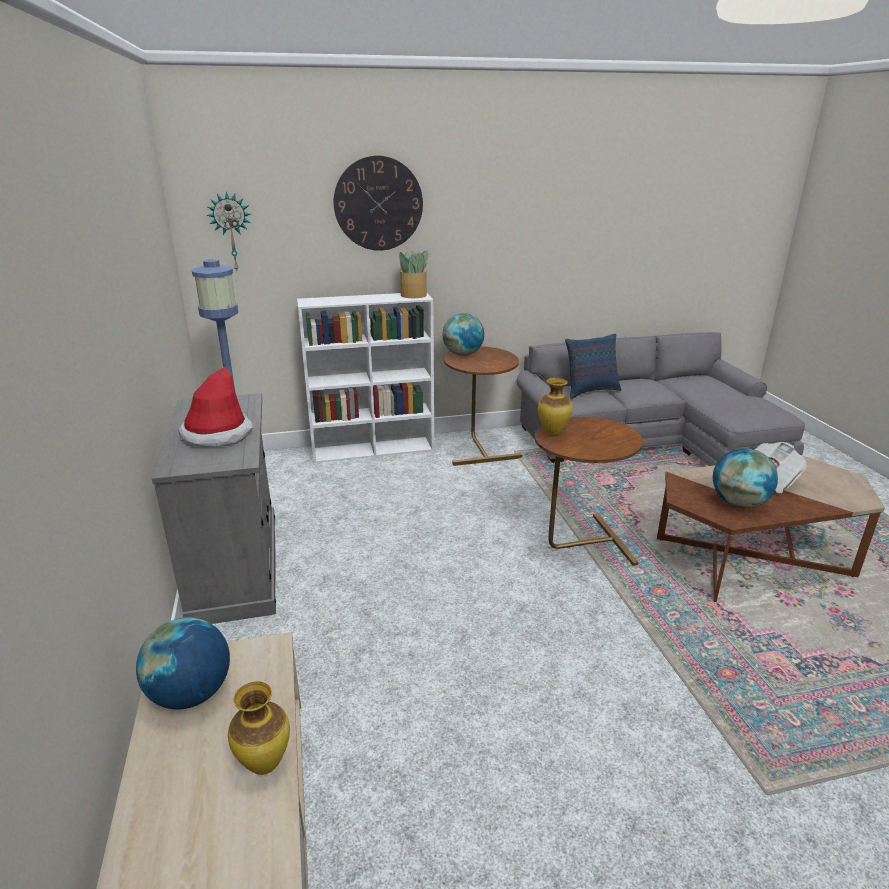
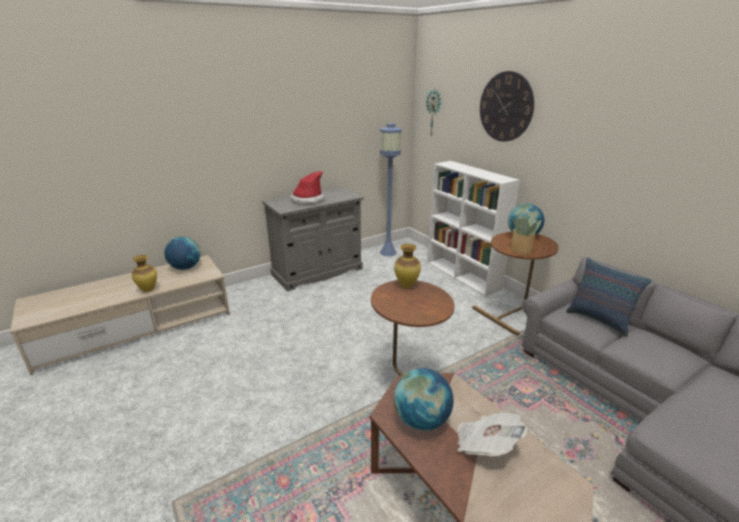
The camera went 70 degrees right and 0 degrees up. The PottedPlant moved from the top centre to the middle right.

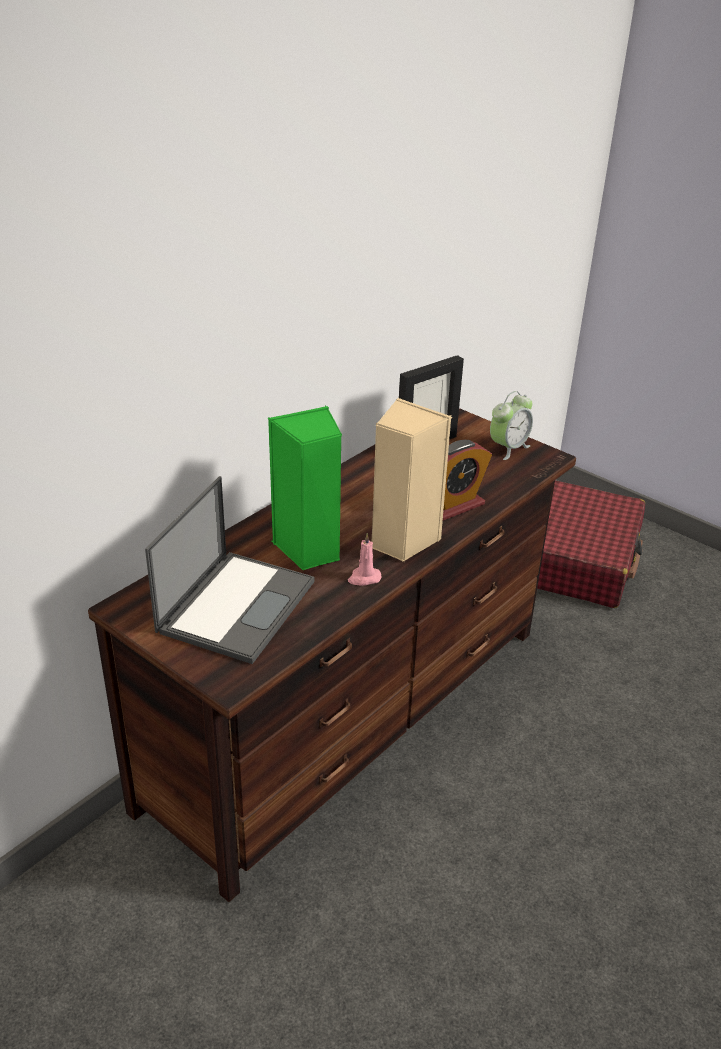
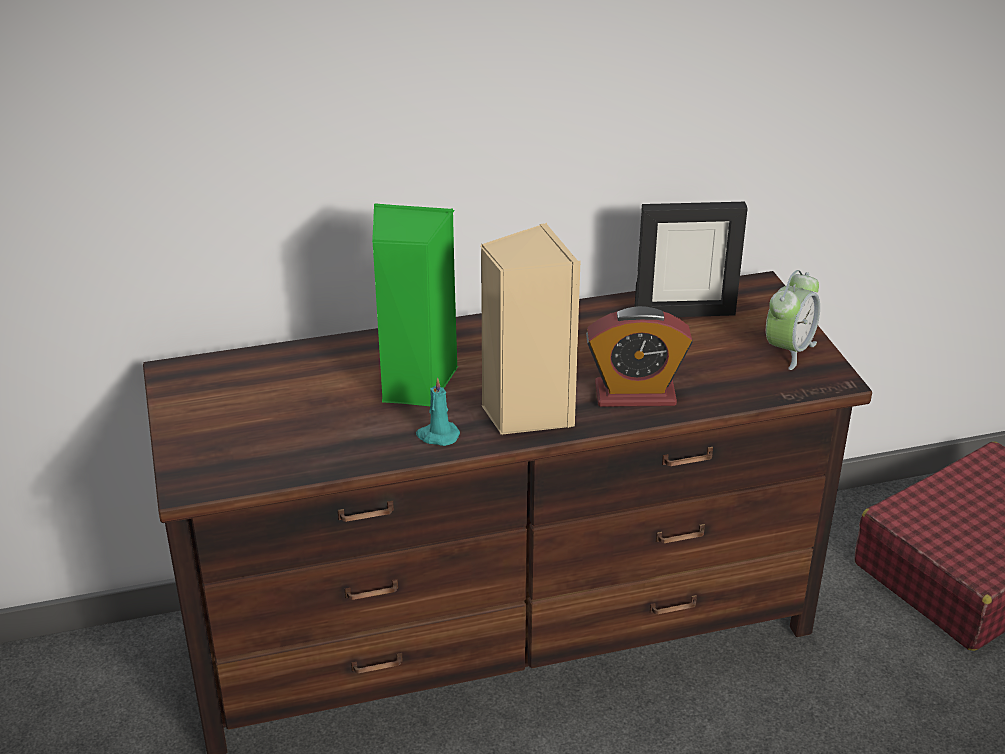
The camera went 35 degrees right and 0 degrees up. The Laptop at the middle left disappeared. The PinkCandle at the centre became the TurquoiseCandle at the centre. The AlarmClock (2nd from left) at the middle right turned 45 degrees counterclockwise.

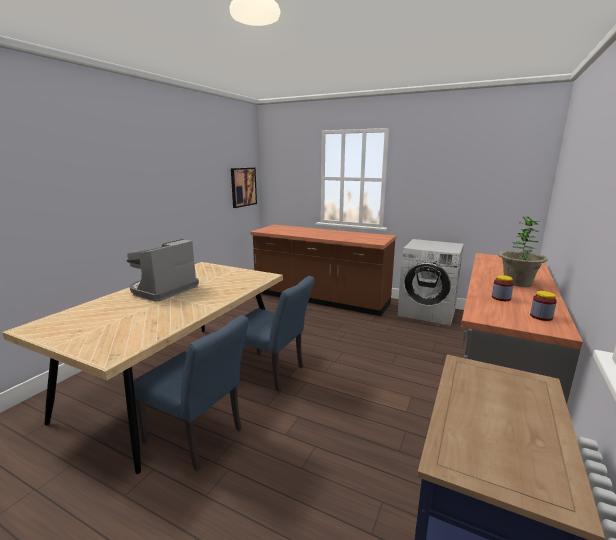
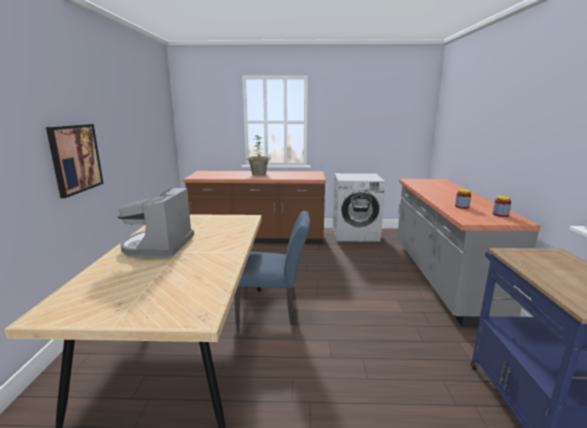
The camera went 25 degrees left and 0 degrees up. The BlueChair (1st from left) at the bottom left disappeared. The Picture moved from the centre to the middle left. The PottedPlant moved from the middle right to the centre.

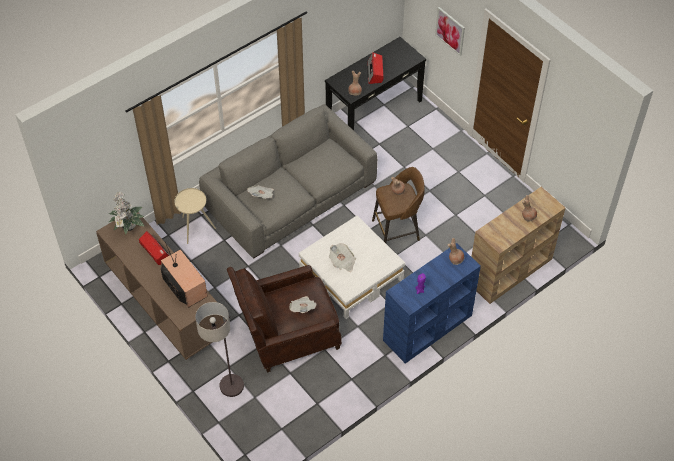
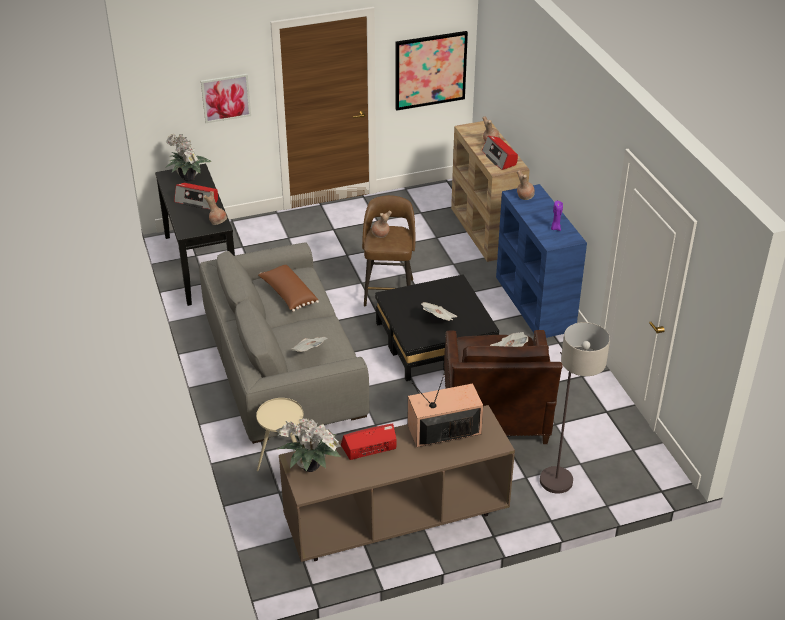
The camera went 70 degrees left and 15 degrees down. The WhiteCoffeeTable at the centre became the BlackCoffeeTable at the centre. The PottedPlant (1st from left) at the top left appeared. The BrownPillow at the centre appeared. The Picture (2nd from left) at the top centre appeared. The Radio (3rd from left) at the top centre appeared.

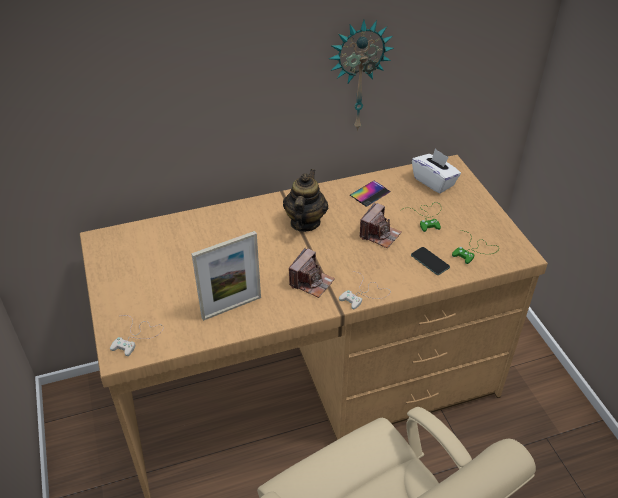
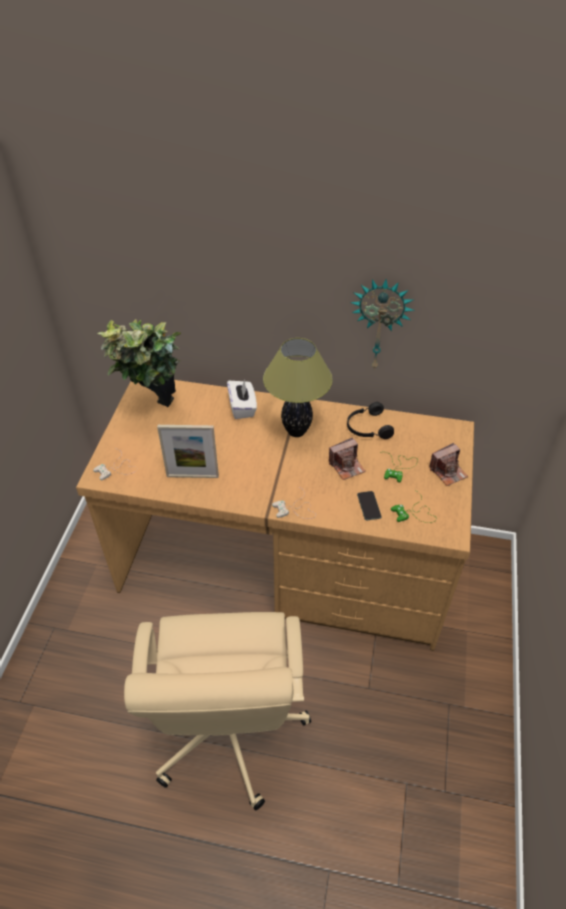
The camera went 30 degrees right and 5 degrees up. The Teapot at the centre was replaced by the TableLamp at the centre. The PhotoCamera (1st from left in the first image) moved from the centre to the middle right. The Phone (1st from left) at the centre was replaced by the BlackHeadphones at the centre. The WhiteTissueBox moved from the middle right to the centre. The PottedPlant at the middle left appeared.

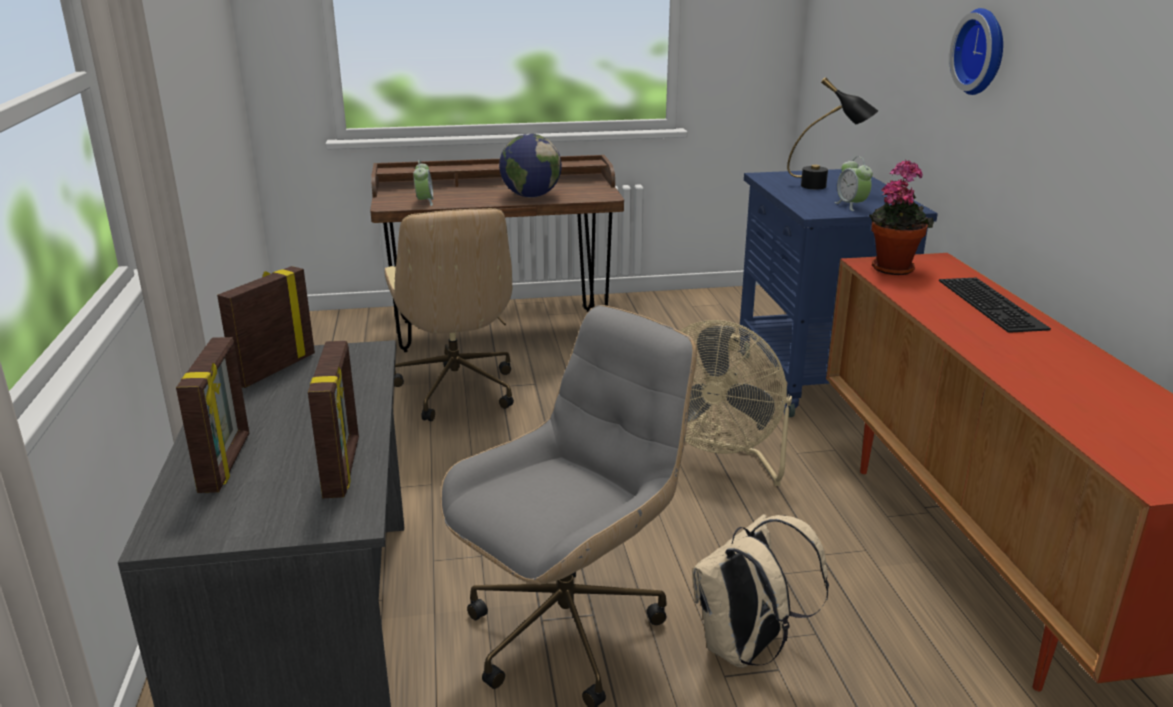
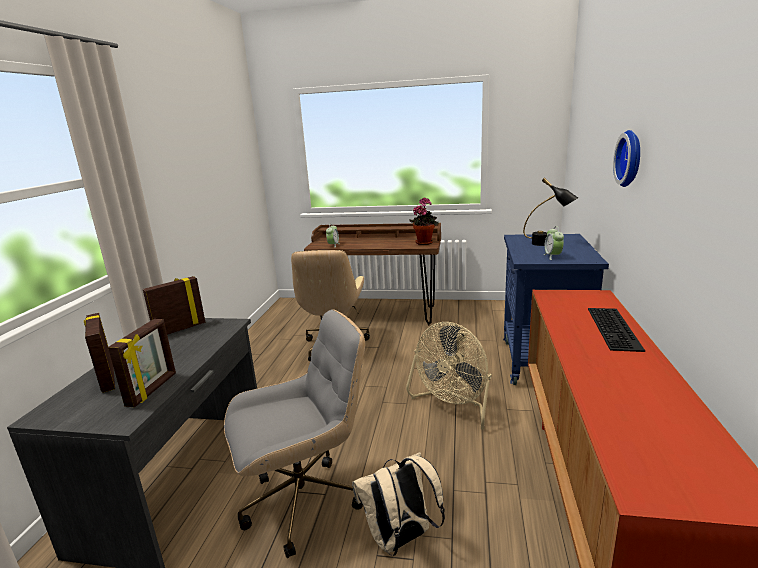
The camera went 20 degrees right and 5 degrees down. The PictureFrame (1st from left) at the middle left turned 135 degrees clockwise. The Globe at the top centre disappeared. The PottedPlant moved from the top right to the centre.

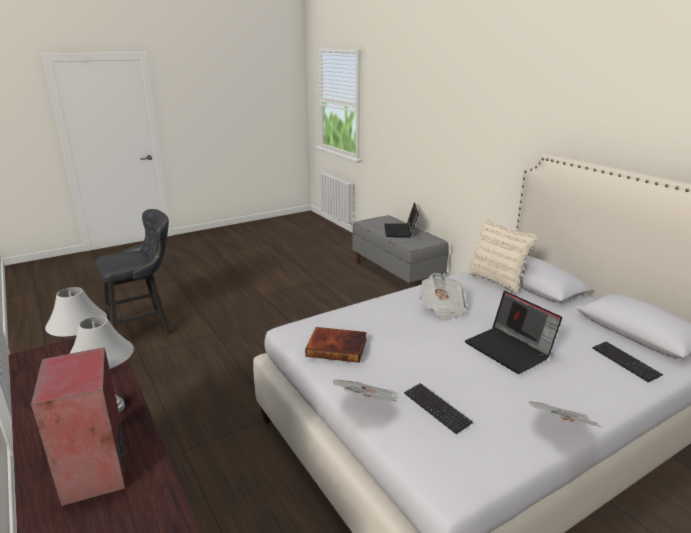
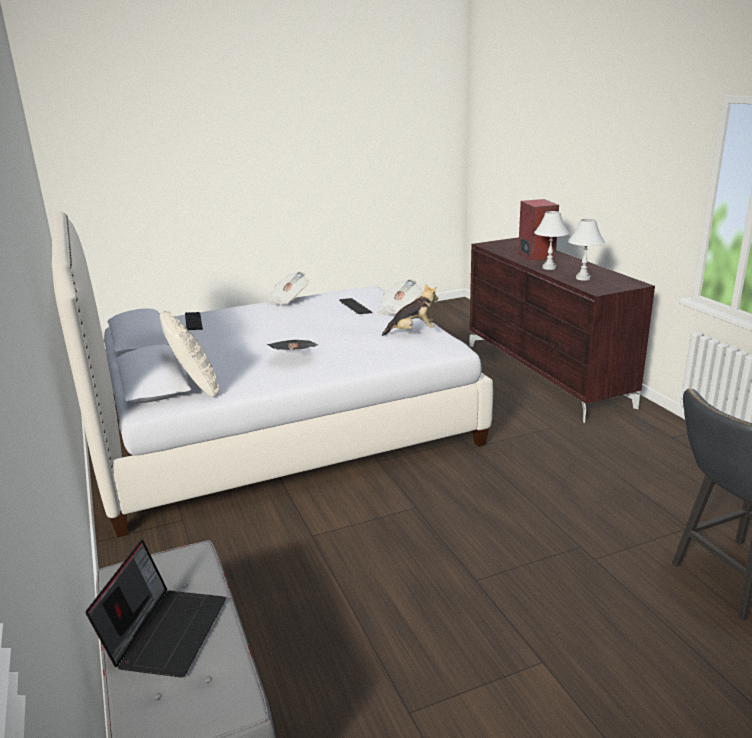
The camera went 170 degrees left and 0 degrees up. The Book at the centre was replaced by the PlushToy at the centre. The Laptop (2nd from left) at the middle right disappeared.

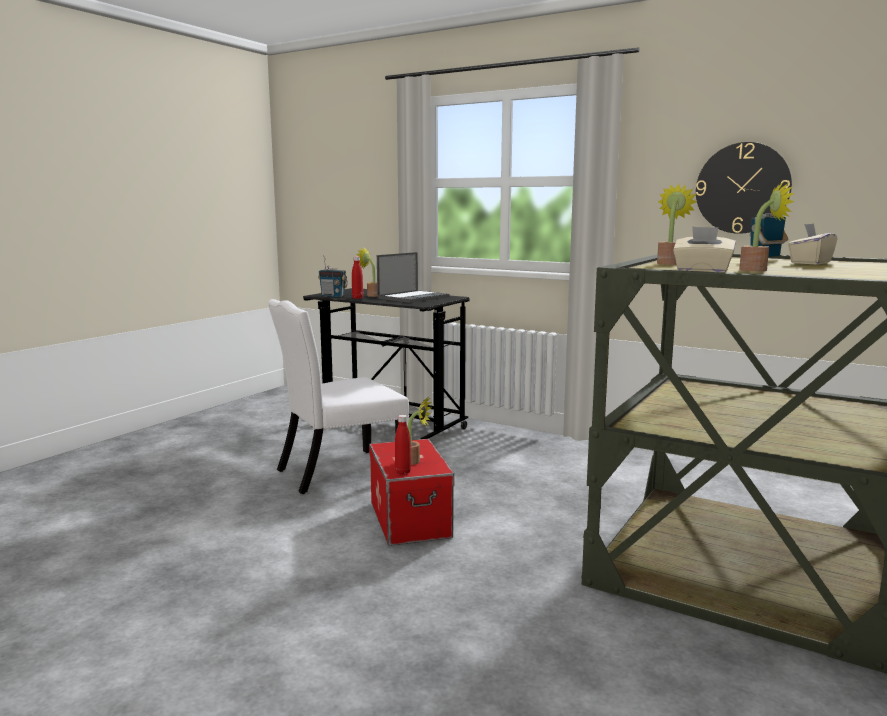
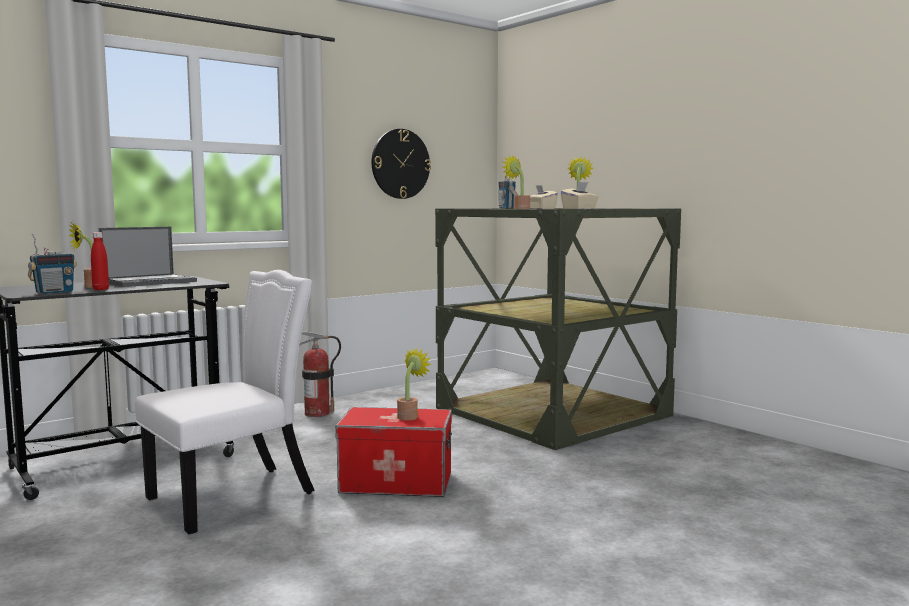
The camera went 70 degrees left and 5 degrees down. The WhiteChair at the centre turned 120 degrees counterclockwise. The Laptop at the centre turned 75 degrees clockwise. The RedBottle (2nd from left) at the centre disappeared. The FireExtinguisher at the centre appeared.

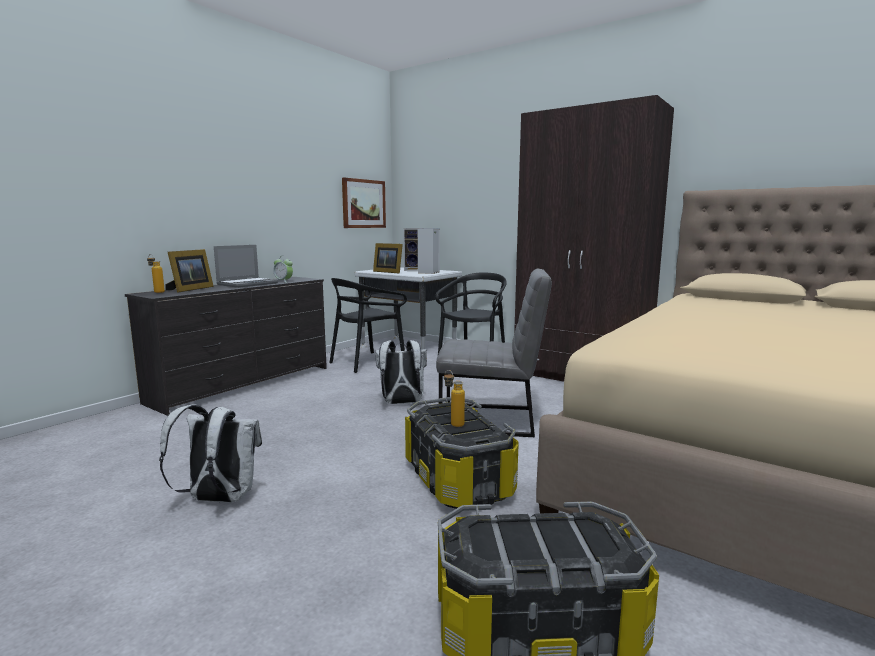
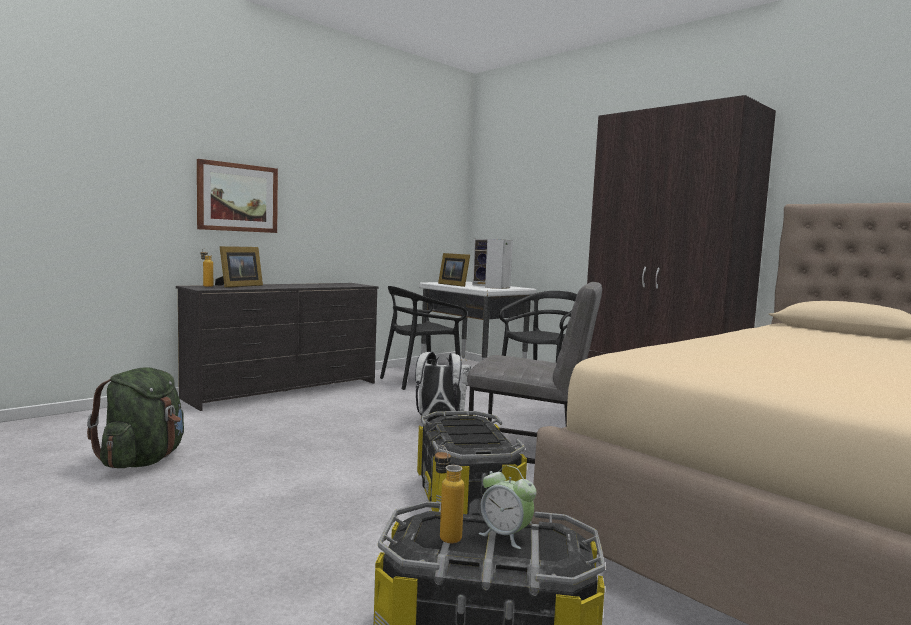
The camera went 10 degrees right and 5 degrees down. The WhiteBackpack (1st from left) at the bottom left disappeared. The Laptop at the middle left disappeared. The AlarmClock moved from the middle left to the bottom centre. The Picture moved from the top centre to the top left. The Bottle (2nd from left) moved from the centre to the bottom centre. The GreenBackpack at the bottom left appeared.

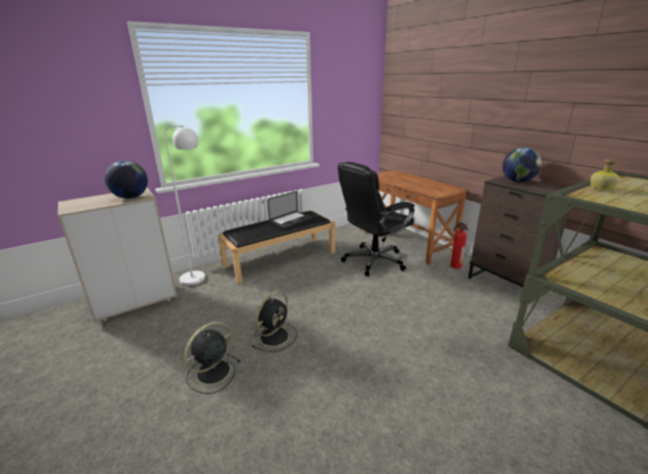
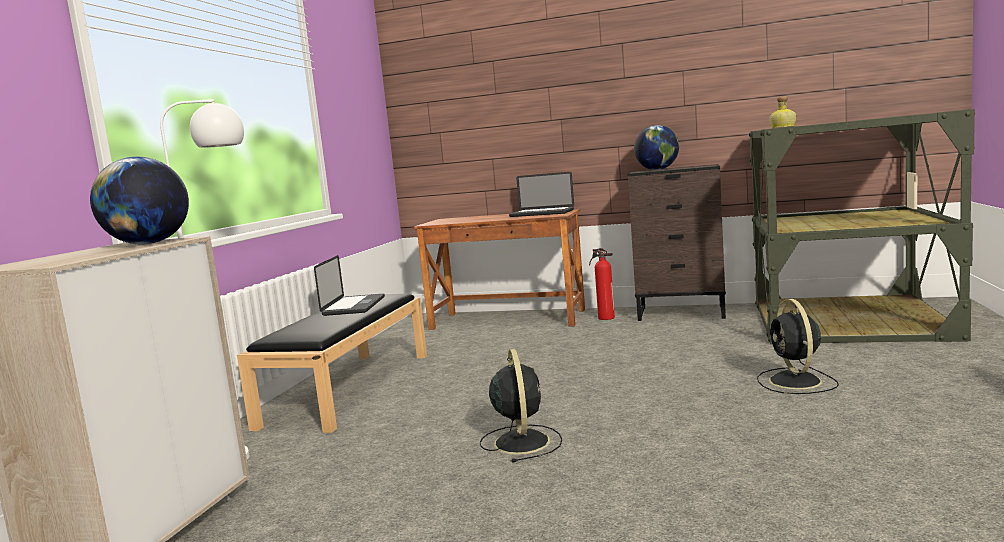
The camera went 40 degrees left and 15 degrees down. The BlackFan (1st from left in the first image) moved from the bottom left to the middle right. The BlackOfficeChair at the centre disappeared. The Laptop (2nd from left) at the centre appeared.

